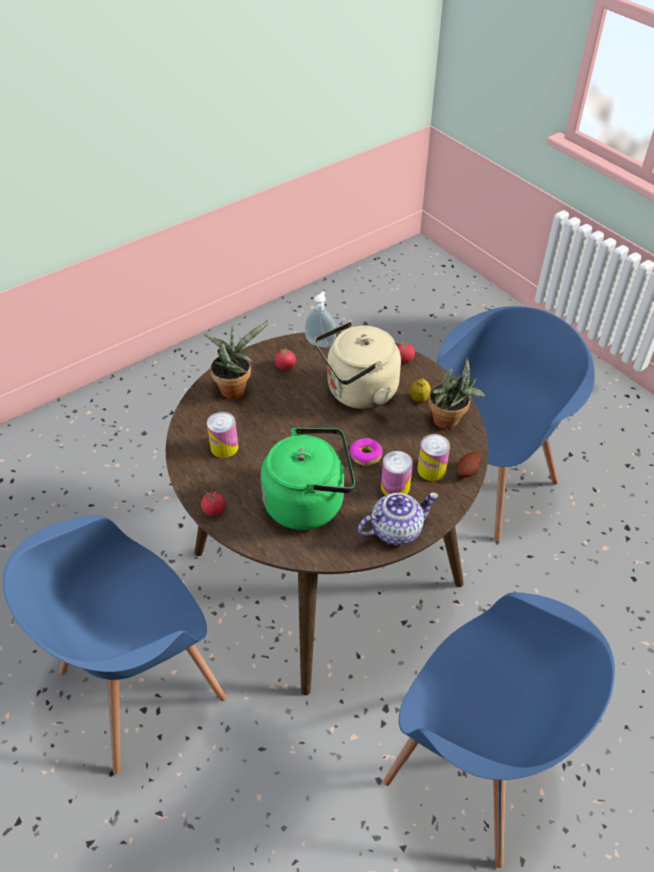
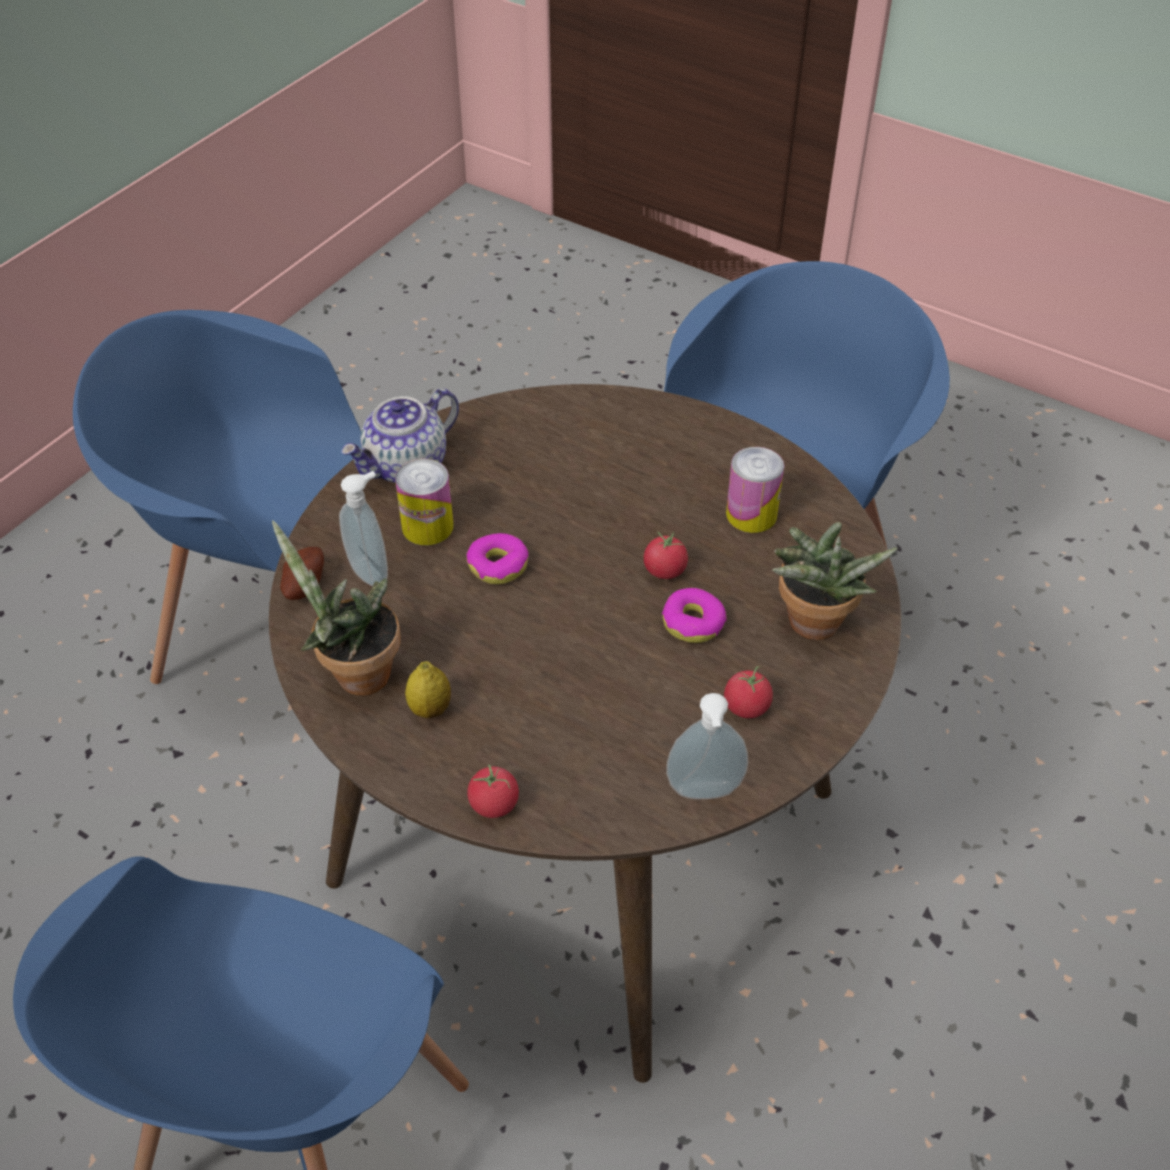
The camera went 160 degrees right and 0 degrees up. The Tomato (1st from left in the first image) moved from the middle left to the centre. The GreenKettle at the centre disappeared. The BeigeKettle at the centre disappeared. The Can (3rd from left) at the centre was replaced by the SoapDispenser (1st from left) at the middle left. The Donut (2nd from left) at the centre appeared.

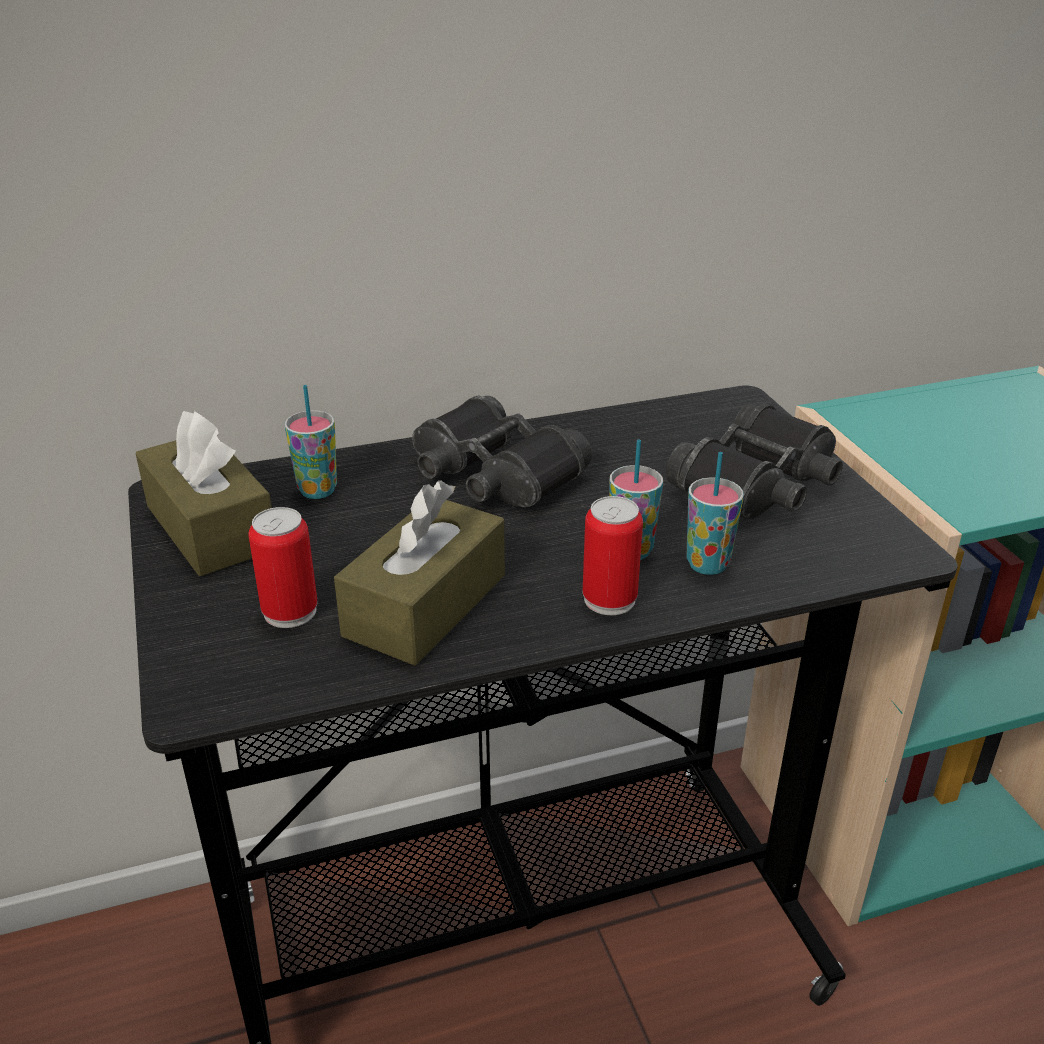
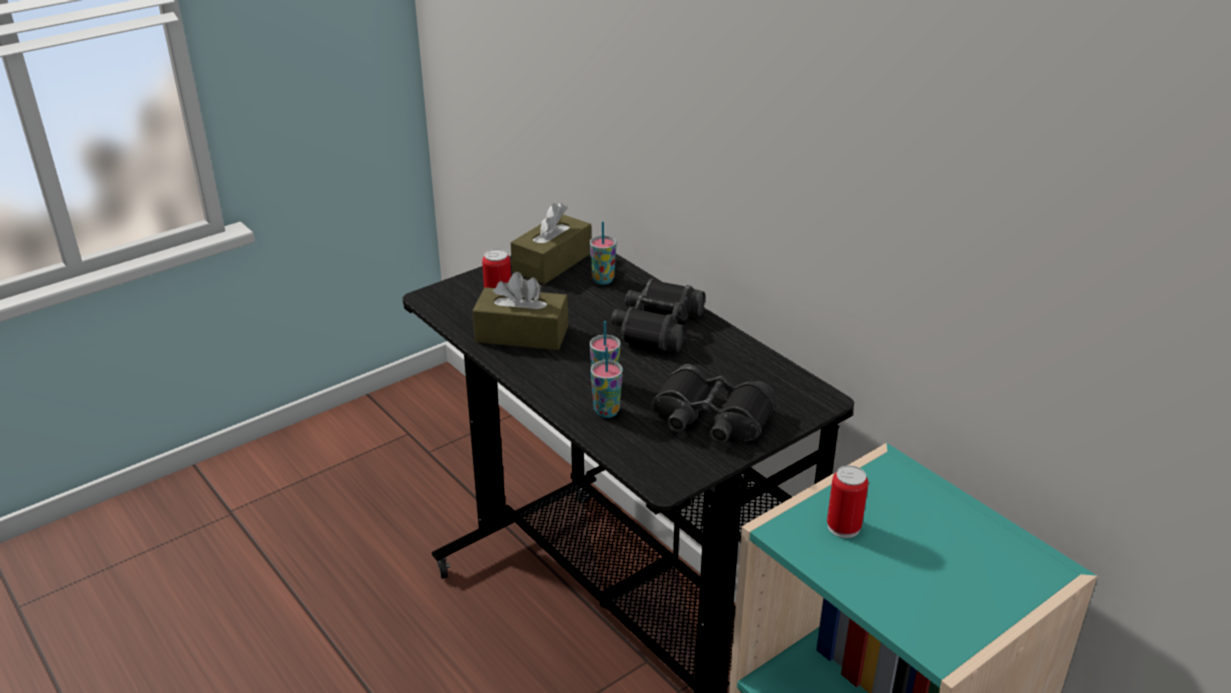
The camera went 70 degrees right and 0 degrees up. The Can (2nd from left) moved from the centre to the bottom right.

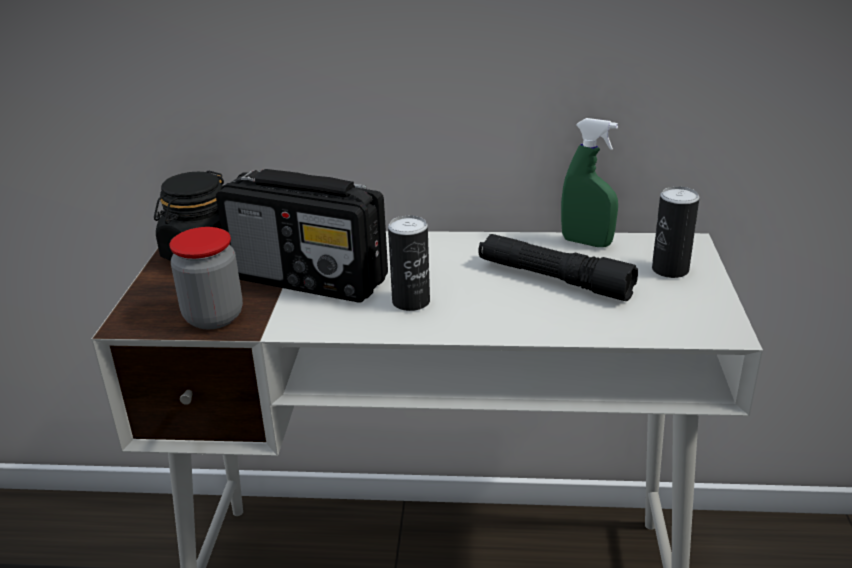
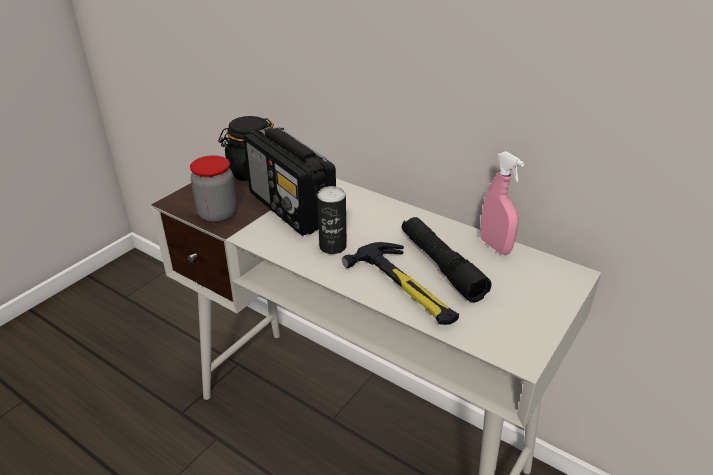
The camera went 30 degrees right and 5 degrees up. The GreenSprayBottle at the top right became the PinkSprayBottle at the middle right. The Can (2nd from left) at the middle right disappeared. The Hammer at the centre appeared.

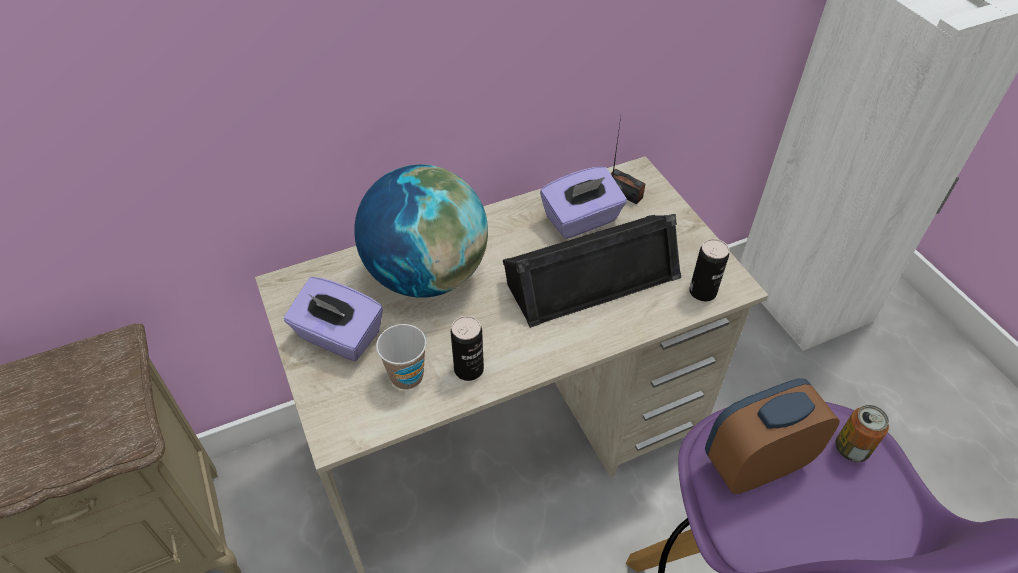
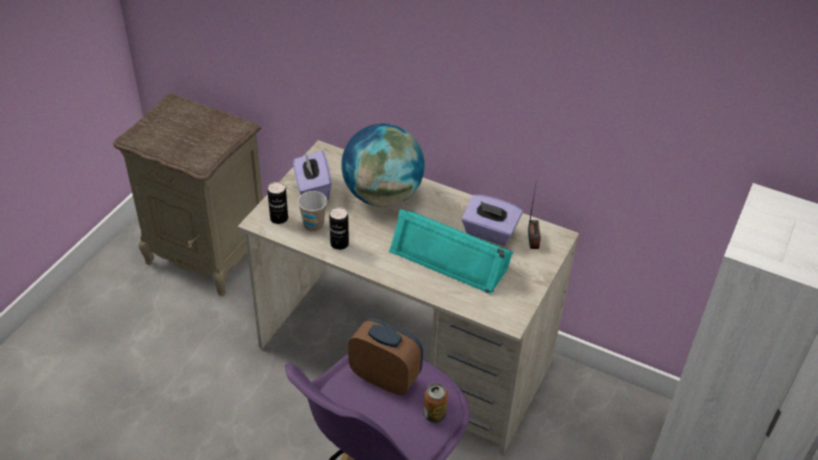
The camera went 50 degrees right and 5 degrees down. The BlackSpeaker at the centre became the TurquoiseSpeaker at the centre. The Can (2nd from left in the first image) moved from the middle right to the centre.

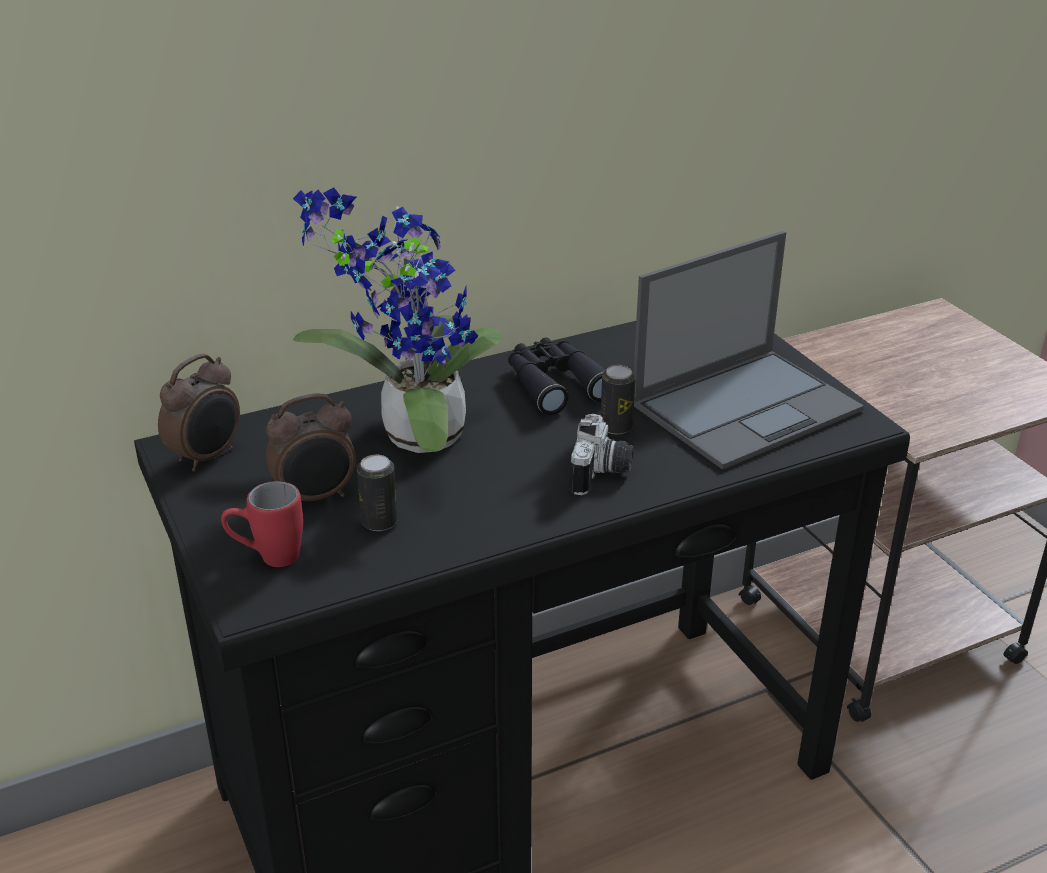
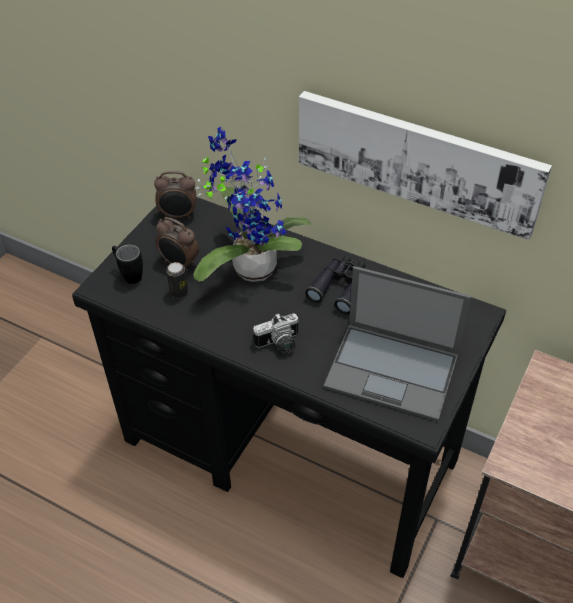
The camera went 55 degrees right and 15 degrees up. The RedMug at the middle left became the BlackMug at the middle left. The Can (2nd from left) at the centre disappeared. The Picture at the top right appeared.

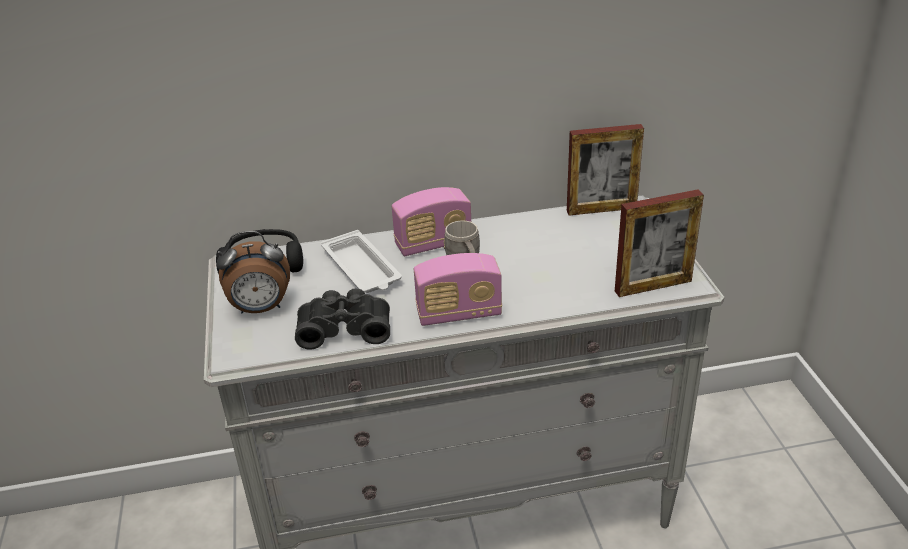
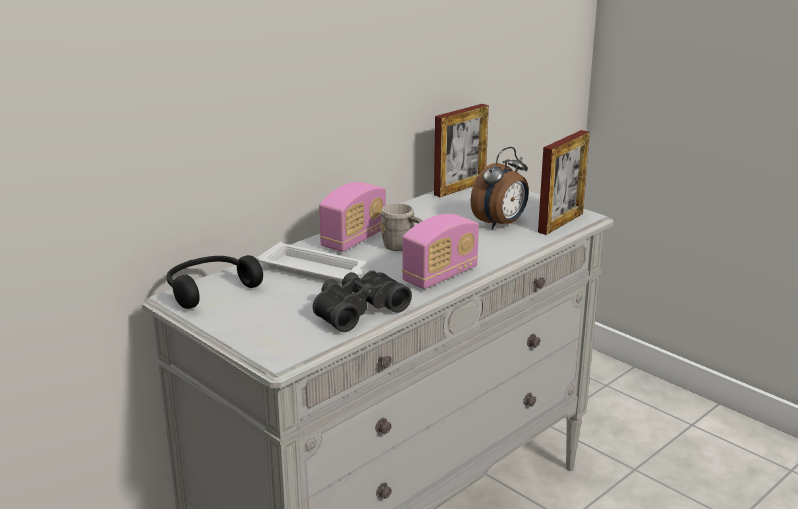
The camera went 35 degrees left and 10 degrees down. The AlarmClock moved from the middle left to the centre.

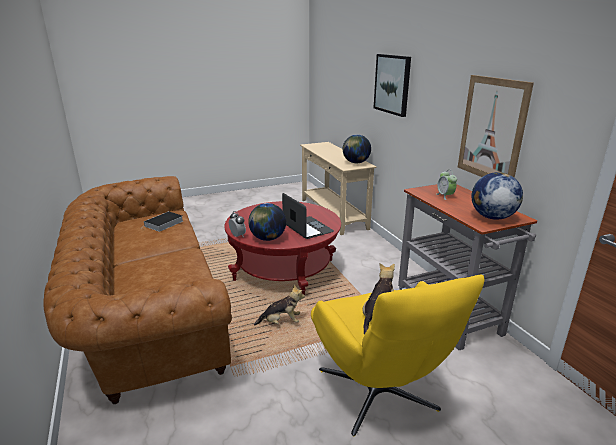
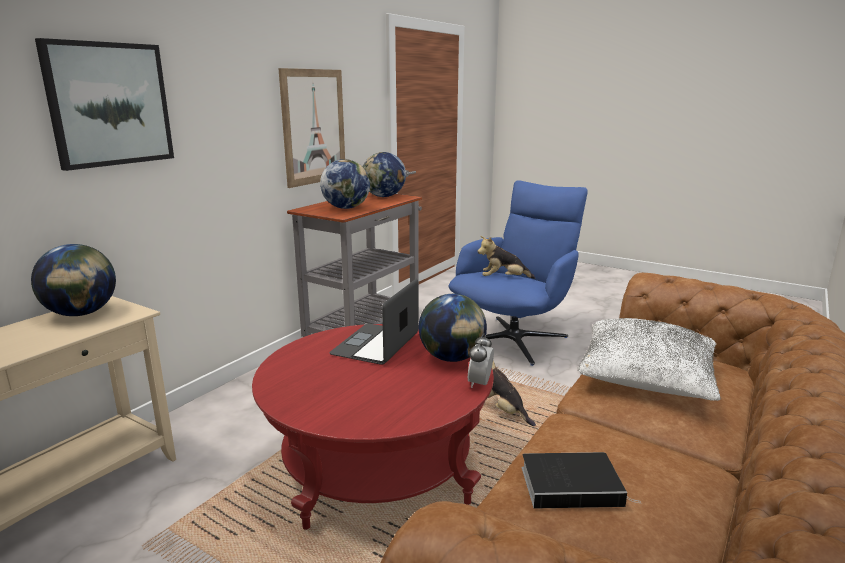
The camera went 125 degrees left and 5 degrees down. The YellowArmchair at the bottom centre became the BlueArmchair at the centre. The AlarmClock (2nd from left) at the middle right was replaced by the Globe (2nd from left) at the top centre. The WhitePillow at the middle right appeared.

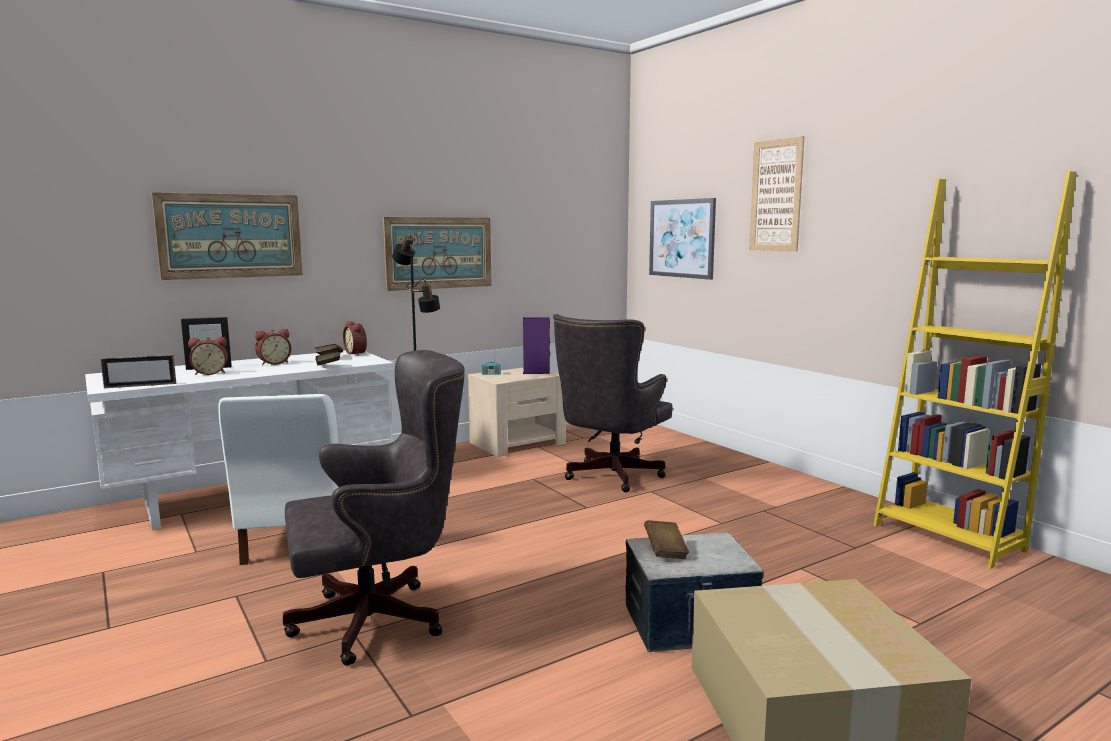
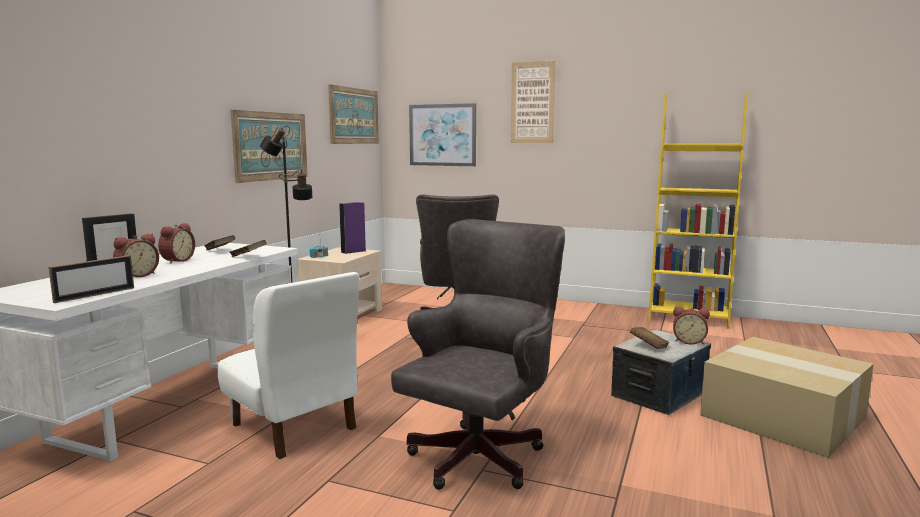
The camera went 35 degrees left and 0 degrees up. The Picture (1st from left in the first image) moved from the top left to the top centre. The AlarmClock (3rd from left) moved from the middle left to the middle right.

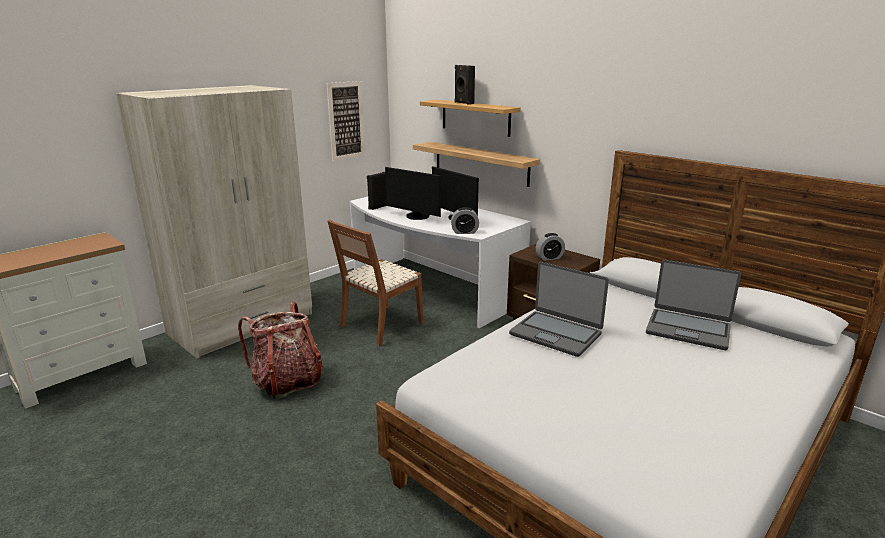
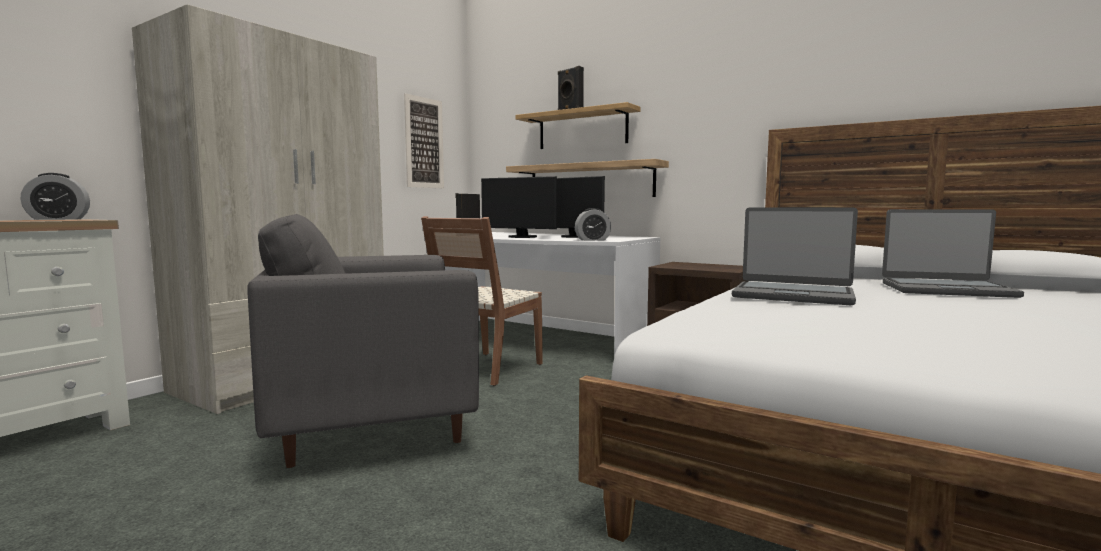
The camera went 10 degrees left and 15 degrees down. The Backpack at the middle left was replaced by the GreyArmchair at the middle left. The AlarmClock (2nd from left in the first image) moved from the centre to the middle left.

